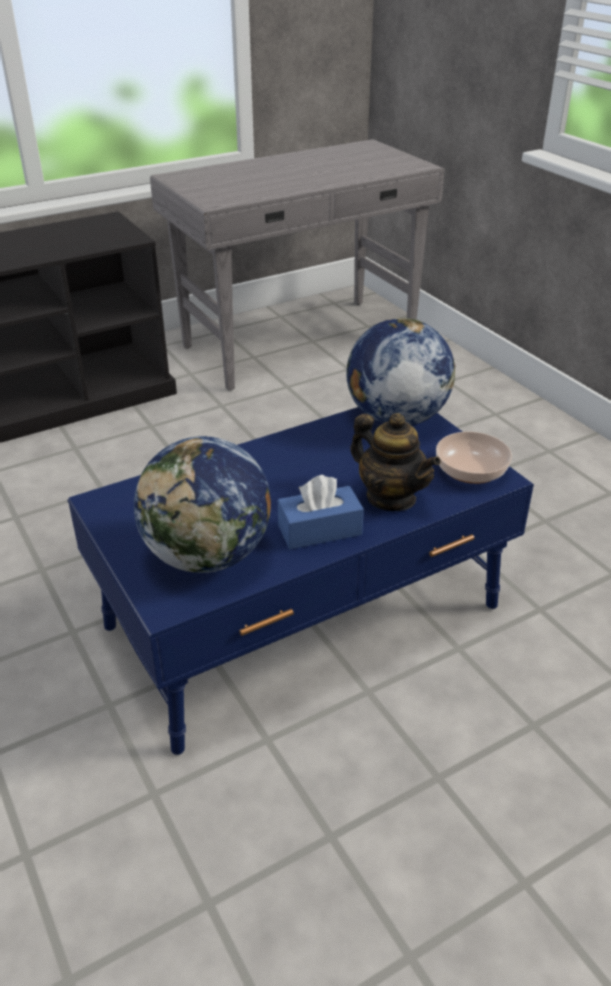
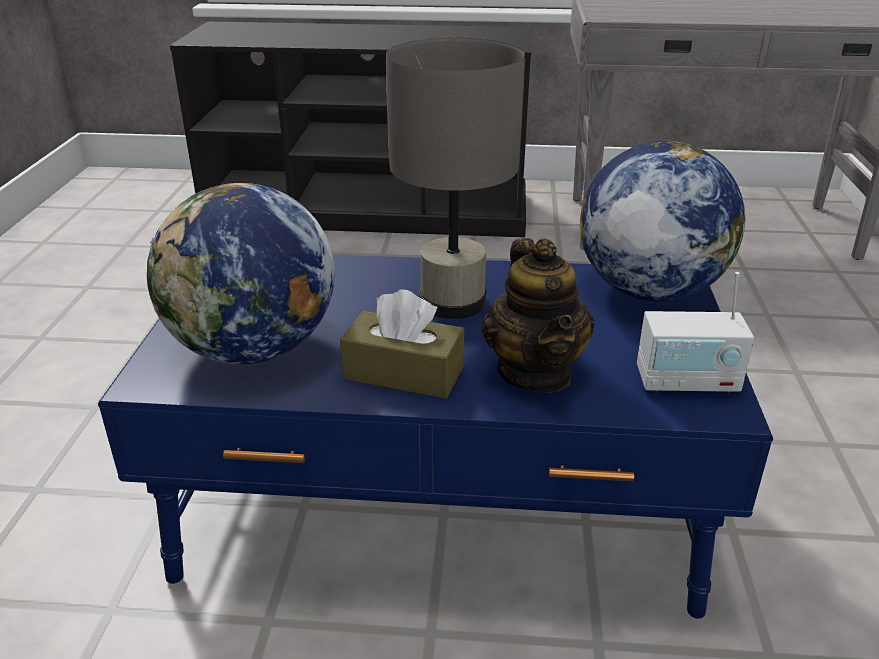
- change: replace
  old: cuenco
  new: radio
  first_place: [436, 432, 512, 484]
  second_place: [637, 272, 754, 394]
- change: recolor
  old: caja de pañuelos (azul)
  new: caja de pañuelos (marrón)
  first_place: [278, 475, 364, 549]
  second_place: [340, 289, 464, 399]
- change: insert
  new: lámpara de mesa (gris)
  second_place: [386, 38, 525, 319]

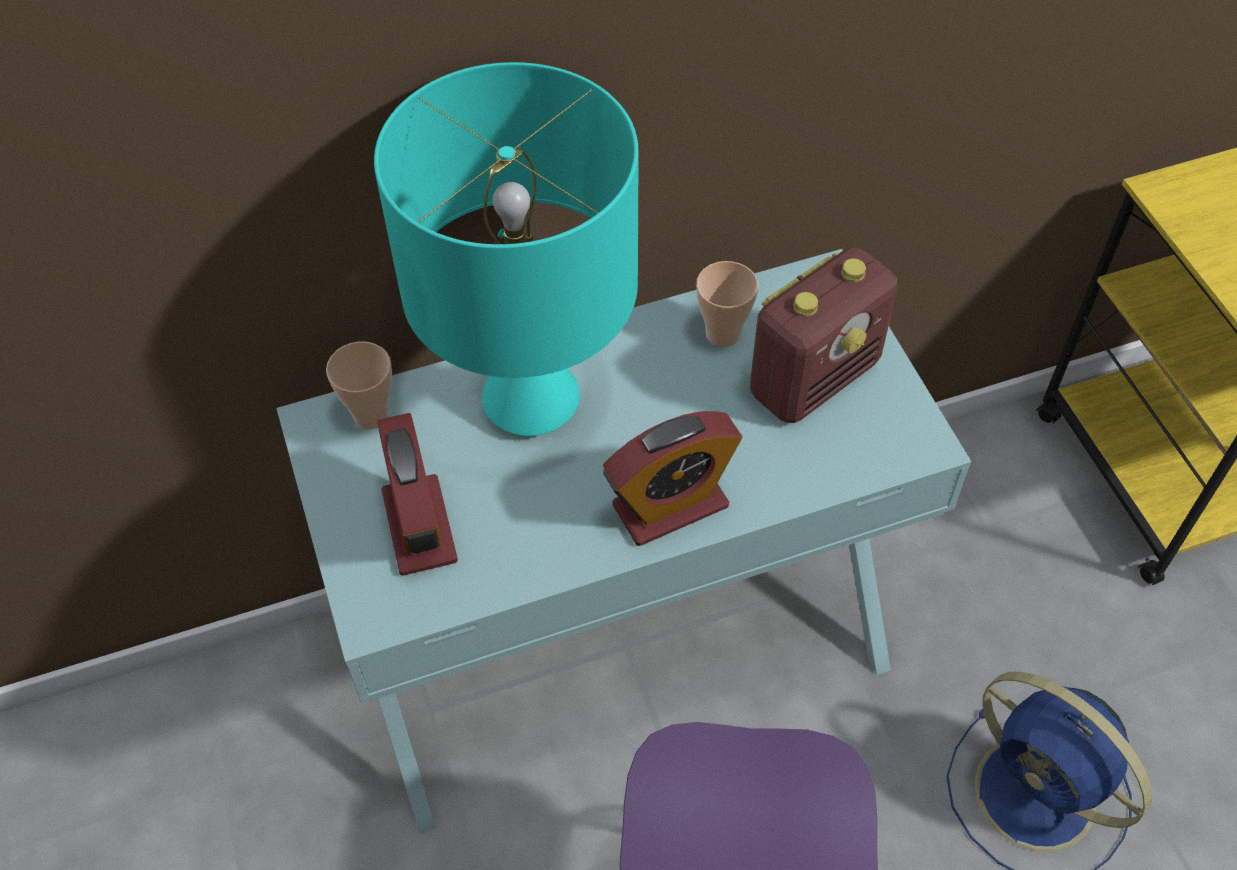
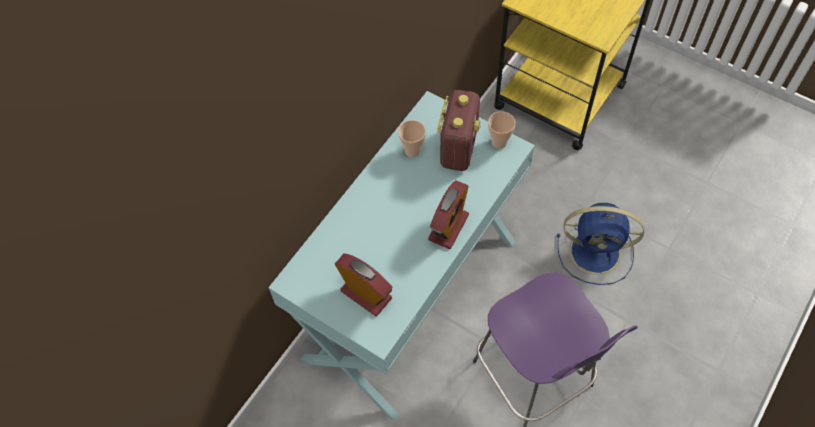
- change: delete
  old: lámpara de mesa (turquesa)
  first_place: [374, 62, 638, 436]
- change: move
  old: taza
  first_place: [326, 341, 392, 429]
  second_place: [488, 111, 516, 149]

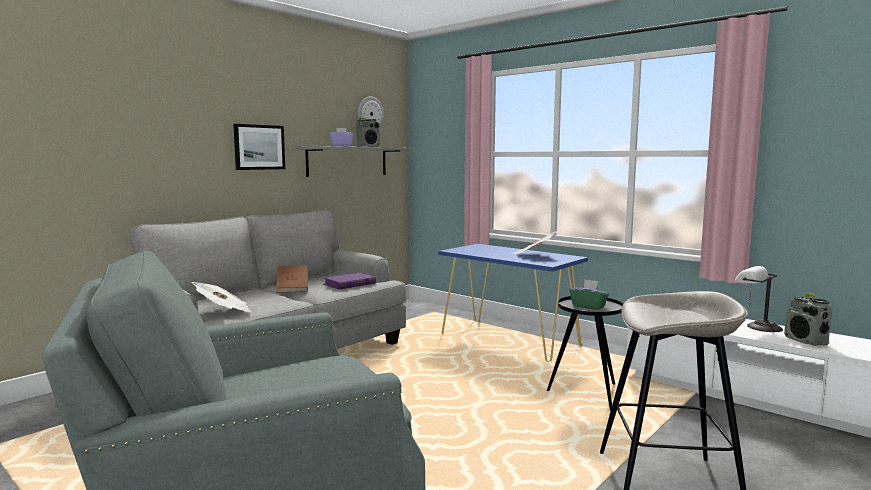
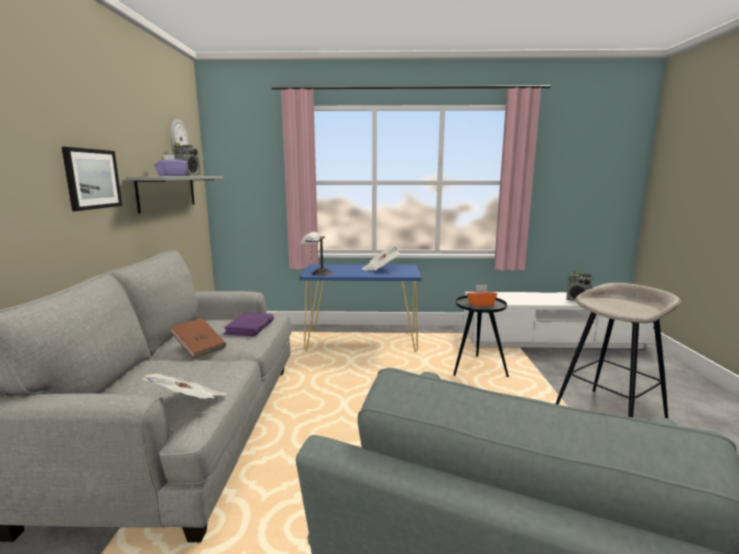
- change: move
  old: lámpara de mesa
  first_place: [735, 266, 783, 332]
  second_place: [300, 232, 333, 276]
- change: recolor
  old: caja de pañuelos (verde)
  new: caja de pañuelos (naranja)
  first_place: [570, 279, 609, 310]
  second_place: [467, 285, 497, 307]

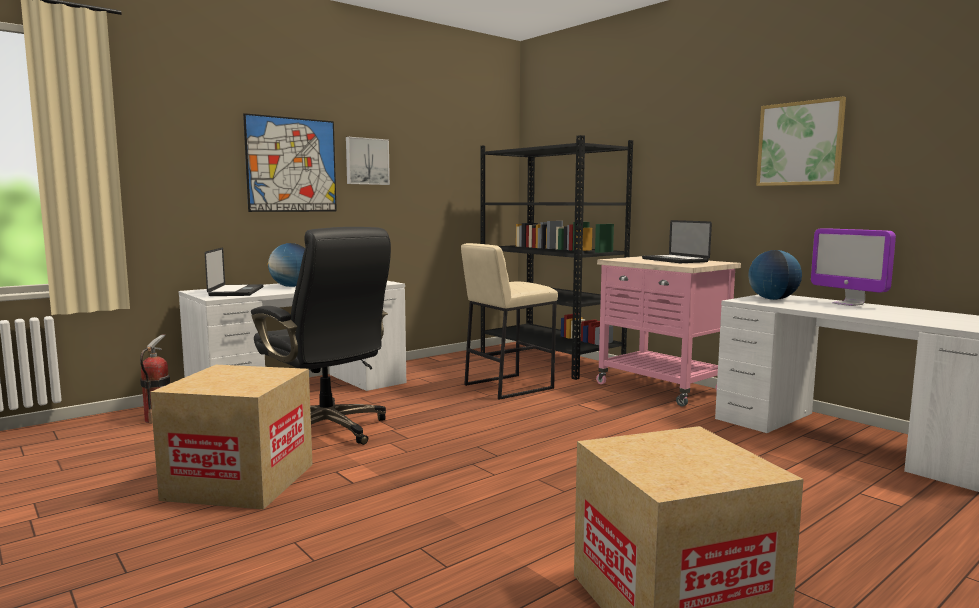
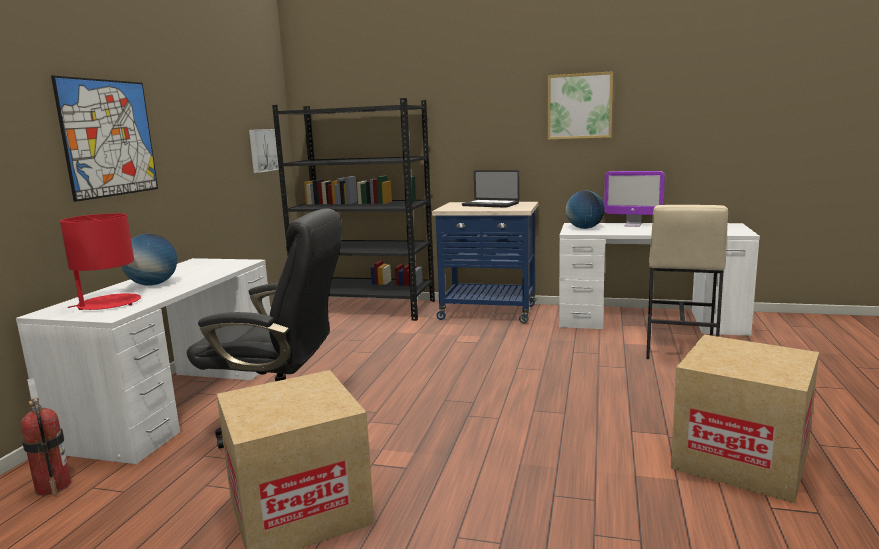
- change: move
  old: cuadro
  first_place: [346, 137, 390, 185]
  second_place: [249, 129, 279, 173]
- change: move
  old: taburete (beis)
  first_place: [461, 243, 558, 400]
  second_place: [646, 205, 728, 359]
- change: replace
  old: portátil
  new: lámpara de mesa (rojo)
  first_place: [205, 247, 263, 296]
  second_place: [60, 213, 141, 310]
- change: recolor
  old: carrito (rosa)
  new: carrito (azul)
  first_place: [596, 256, 741, 406]
  second_place: [432, 202, 538, 324]

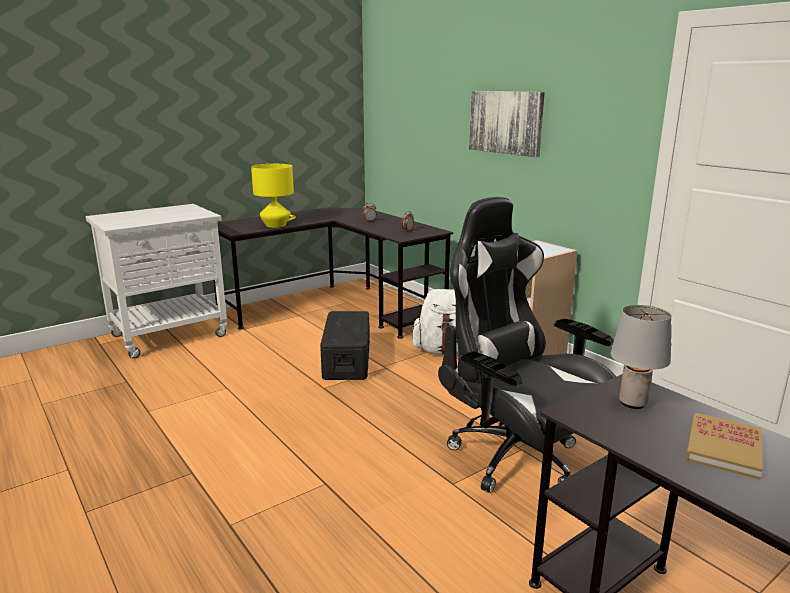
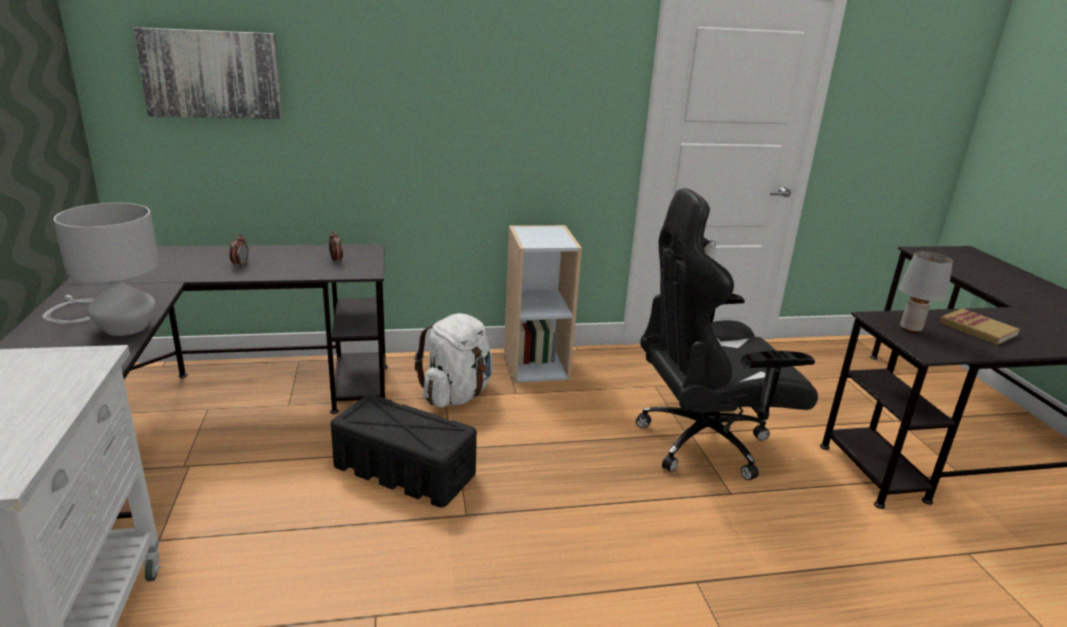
- change: move
  old: cuadro
  first_place: [469, 91, 545, 157]
  second_place: [133, 27, 282, 119]
- change: recolor
  old: lámpara de mesa (amarillo)
  new: lámpara de mesa (gris)
  first_place: [251, 164, 296, 228]
  second_place: [42, 203, 159, 336]

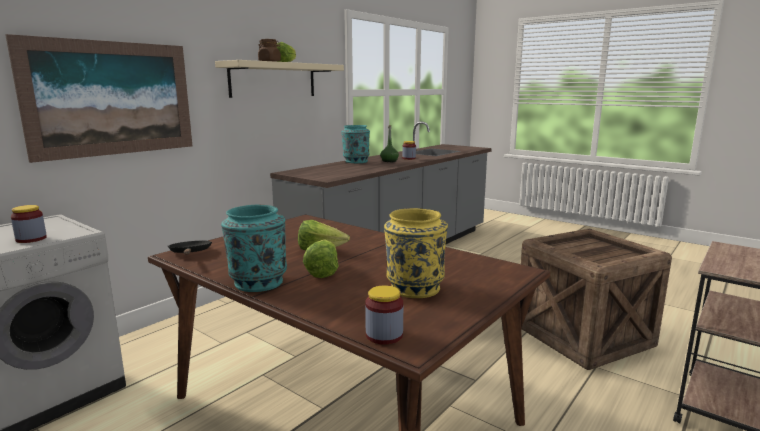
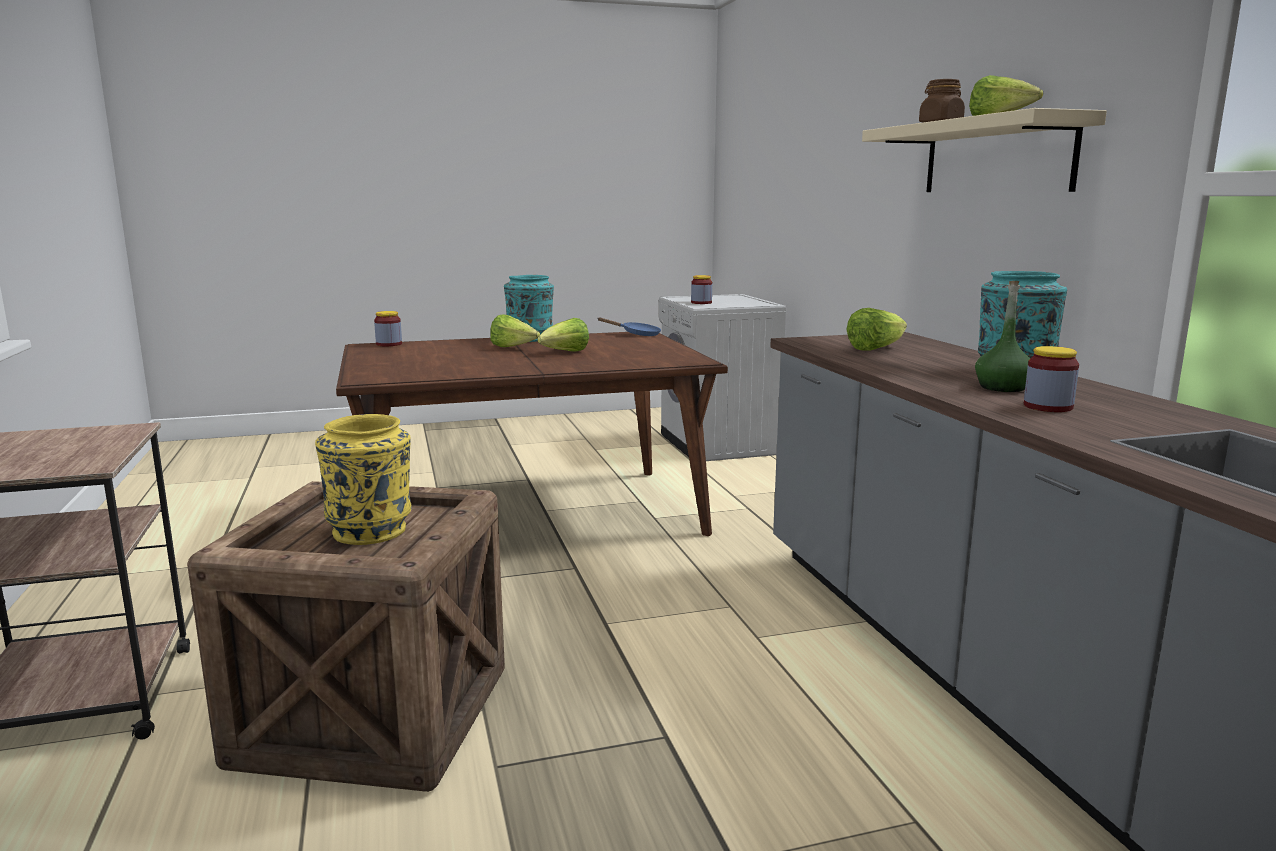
- change: delete
  old: cuadro
  first_place: [5, 34, 192, 163]
- change: move
  old: florero (amarillo)
  first_place: [384, 208, 448, 298]
  second_place: [315, 414, 412, 545]
- change: recolor
  old: sartén (negro)
  new: sartén (azul)
  first_place: [168, 241, 212, 255]
  second_place: [598, 317, 661, 336]
- change: insert
  new: lechuga
  second_place: [846, 308, 907, 351]

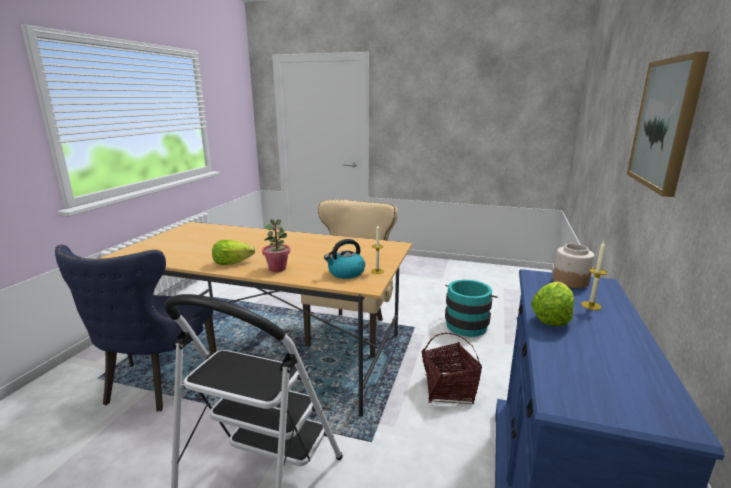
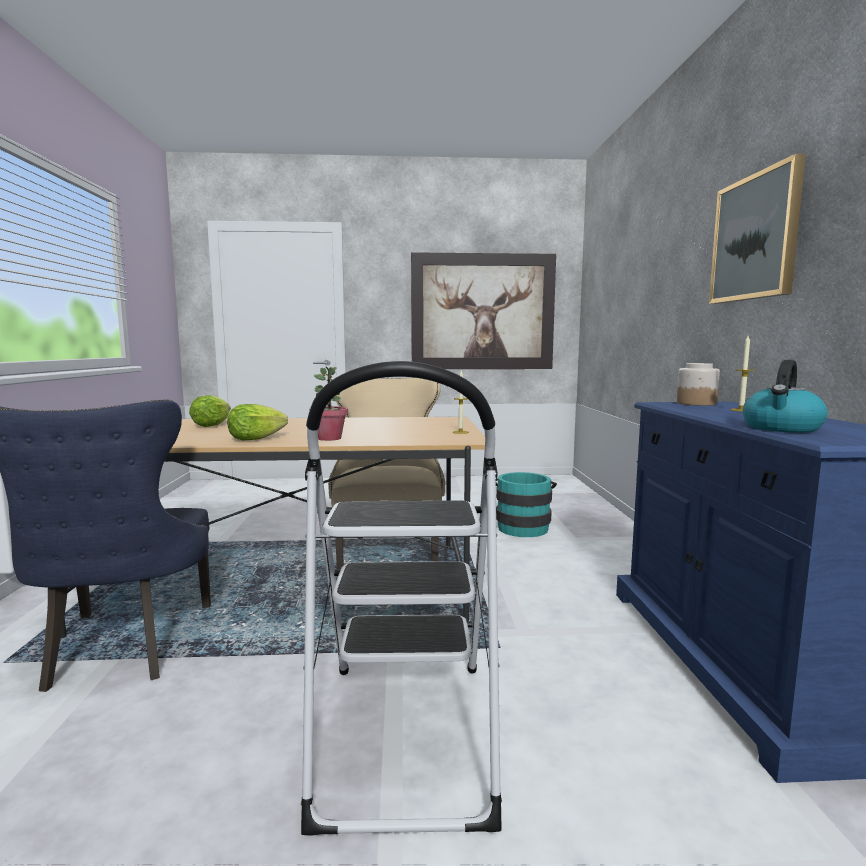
- change: move
  old: hervidor
  first_place: [324, 239, 365, 279]
  second_place: [743, 360, 828, 433]
- change: move
  old: lechuga
  first_place: [531, 282, 574, 326]
  second_place: [189, 395, 231, 427]
- change: delete
  old: cesta
  first_place: [422, 333, 482, 404]
- change: insert
  new: cuadro
  second_place: [411, 252, 556, 369]

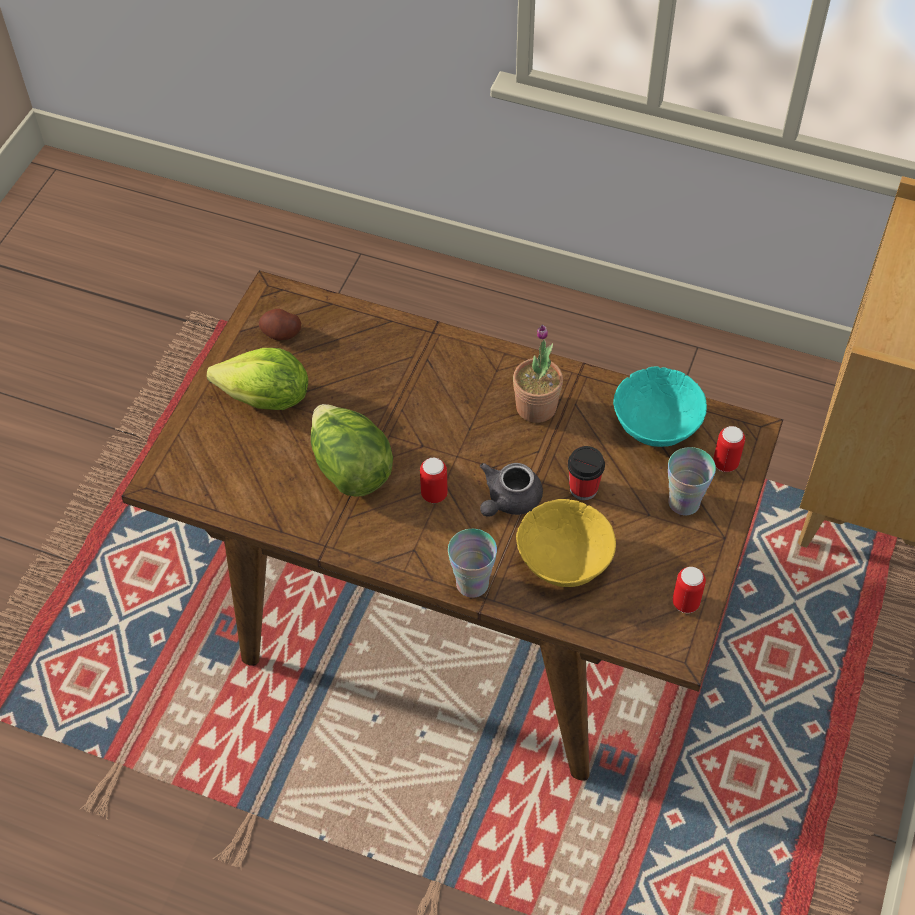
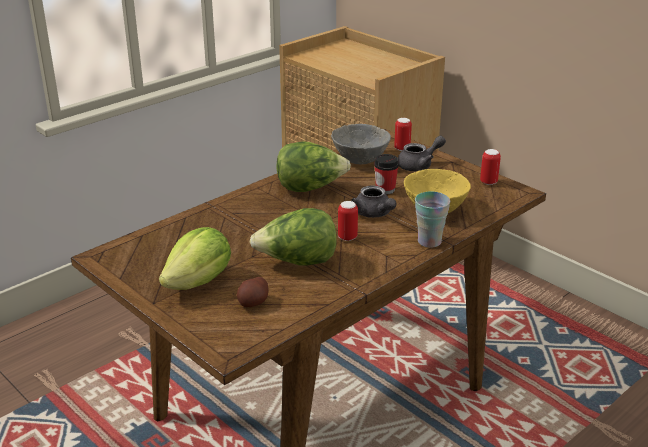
- change: move
  old: patata
  first_place: [259, 309, 301, 340]
  second_place: [237, 277, 269, 307]
- change: replace
  old: planta en maceta
  new: lechuga
  first_place: [513, 325, 563, 423]
  second_place: [276, 142, 351, 192]
- change: recolor
  old: cuenco (turquesa)
  new: cuenco (gris)
  first_place: [613, 367, 707, 447]
  second_place: [331, 124, 391, 164]
- change: replace
  old: taza
  new: tetera (gris)
  first_place: [668, 447, 716, 515]
  second_place: [398, 136, 446, 171]

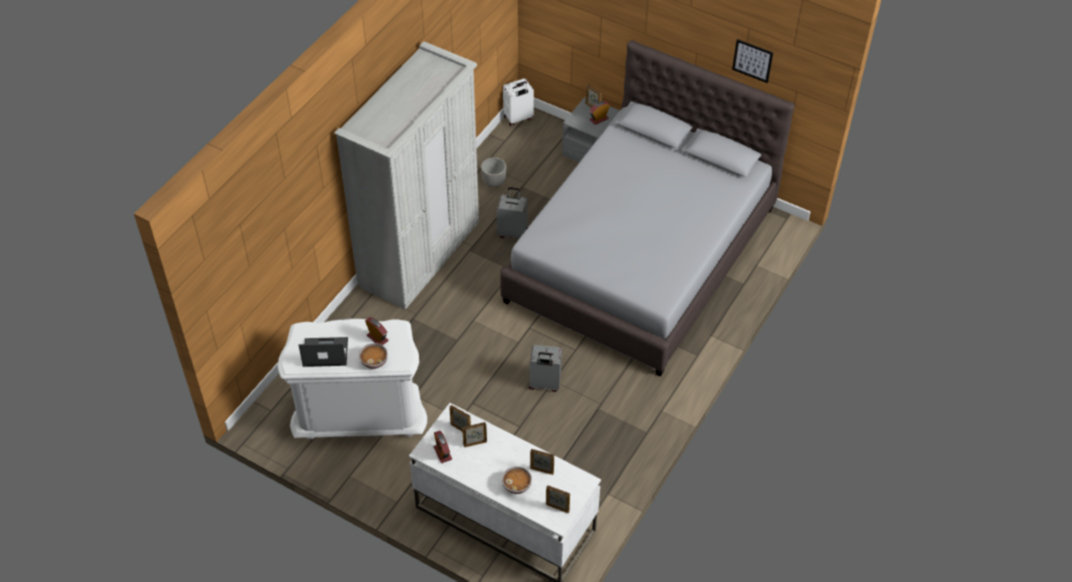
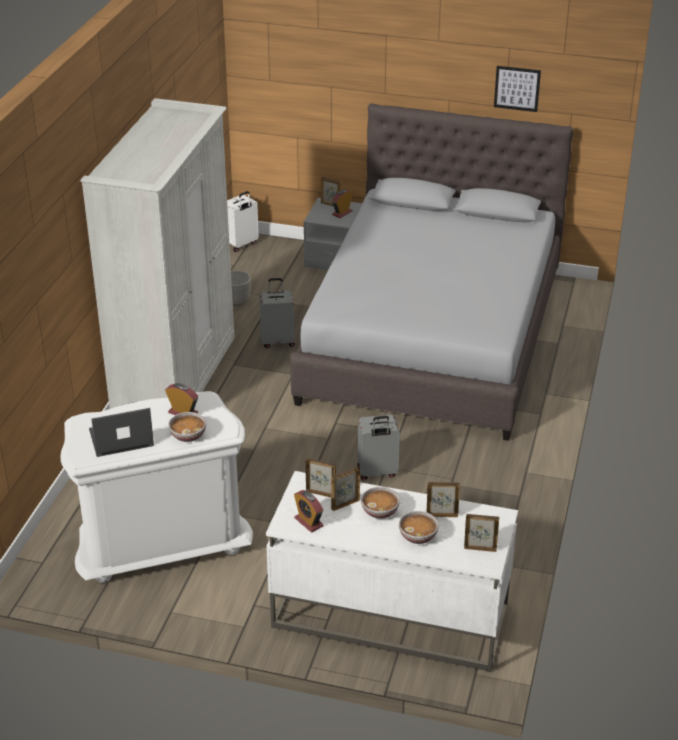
- change: insert
  new: cuenco
  second_place: [361, 487, 400, 519]

